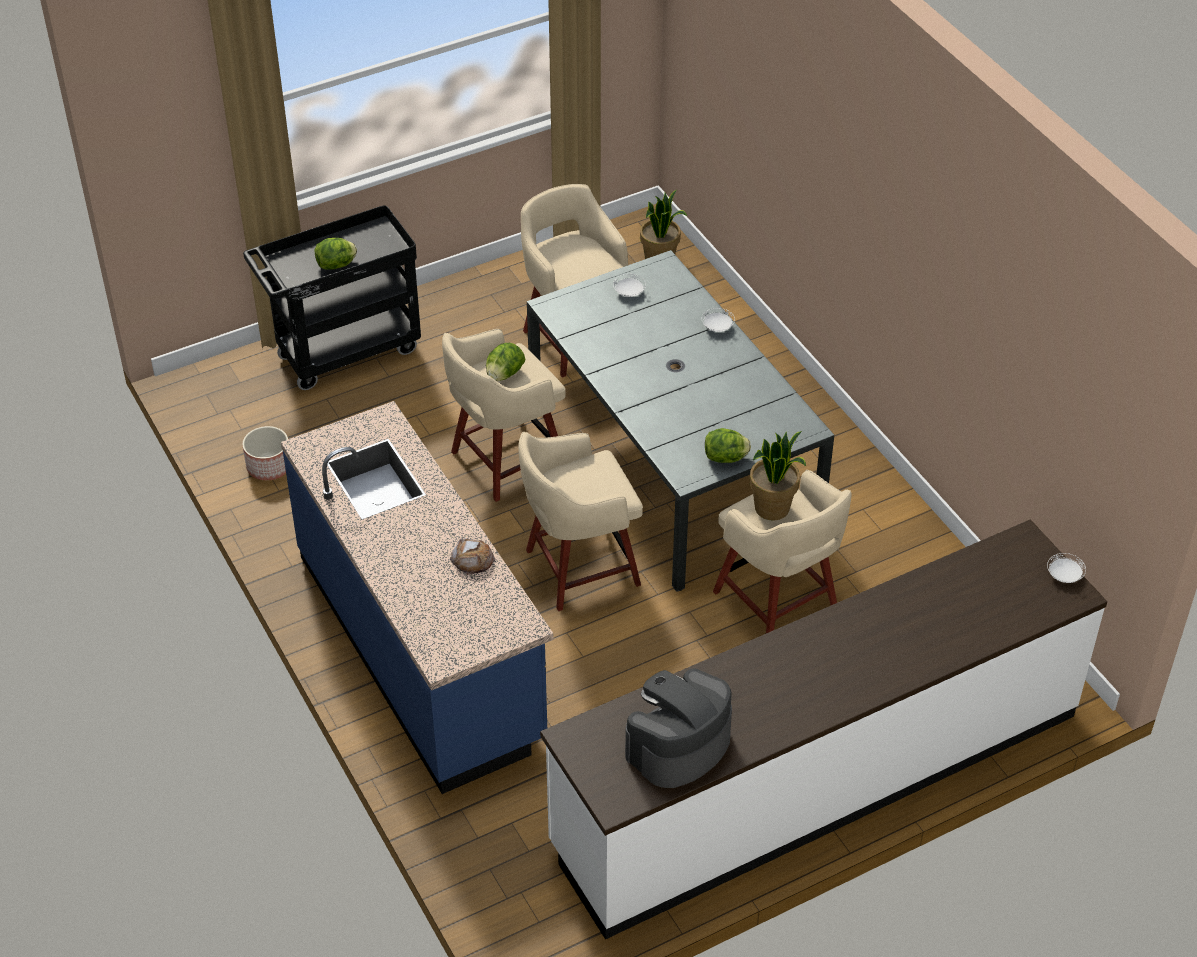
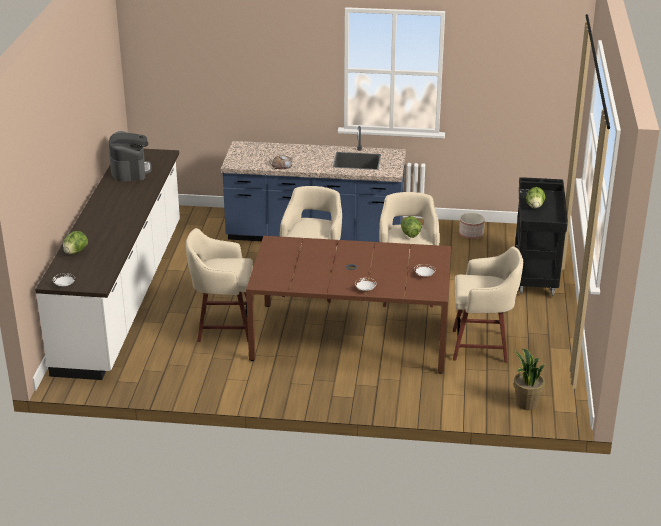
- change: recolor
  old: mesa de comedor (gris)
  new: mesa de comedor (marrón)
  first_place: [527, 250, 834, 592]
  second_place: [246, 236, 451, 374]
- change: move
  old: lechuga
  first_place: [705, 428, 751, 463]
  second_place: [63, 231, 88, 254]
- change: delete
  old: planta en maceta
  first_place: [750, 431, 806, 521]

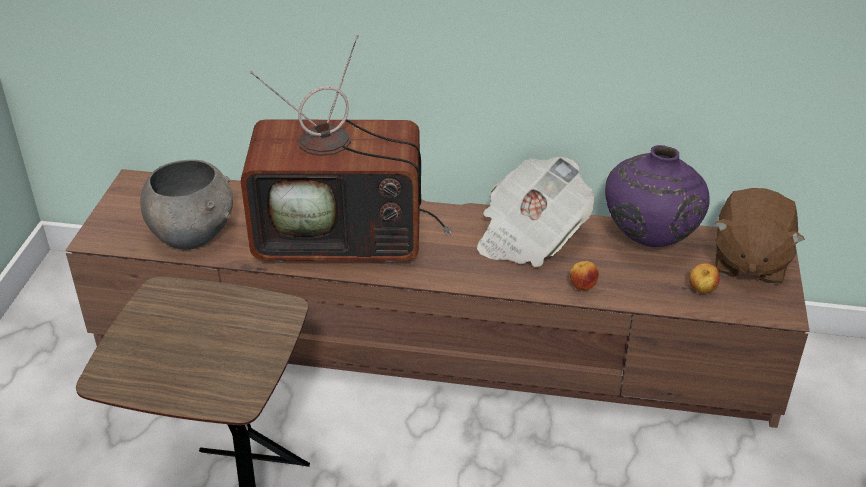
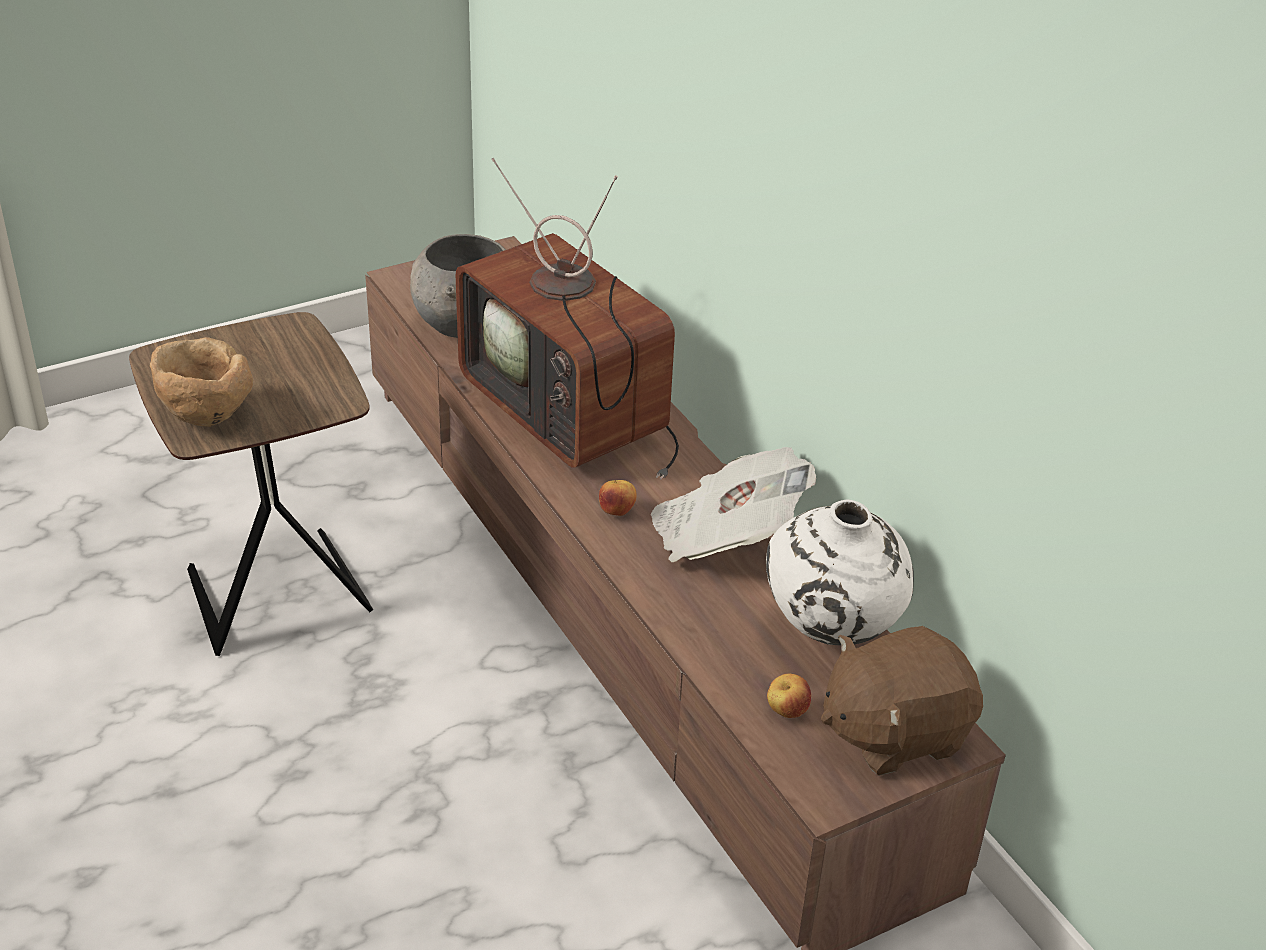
- change: recolor
  old: florero (morado)
  new: florero (blanco)
  first_place: [605, 145, 710, 247]
  second_place: [766, 500, 914, 646]
- change: move
  old: manzana
  first_place: [570, 261, 599, 290]
  second_place: [599, 480, 637, 516]
- change: insert
  new: cuenco (marrón)
  second_place: [150, 337, 253, 427]

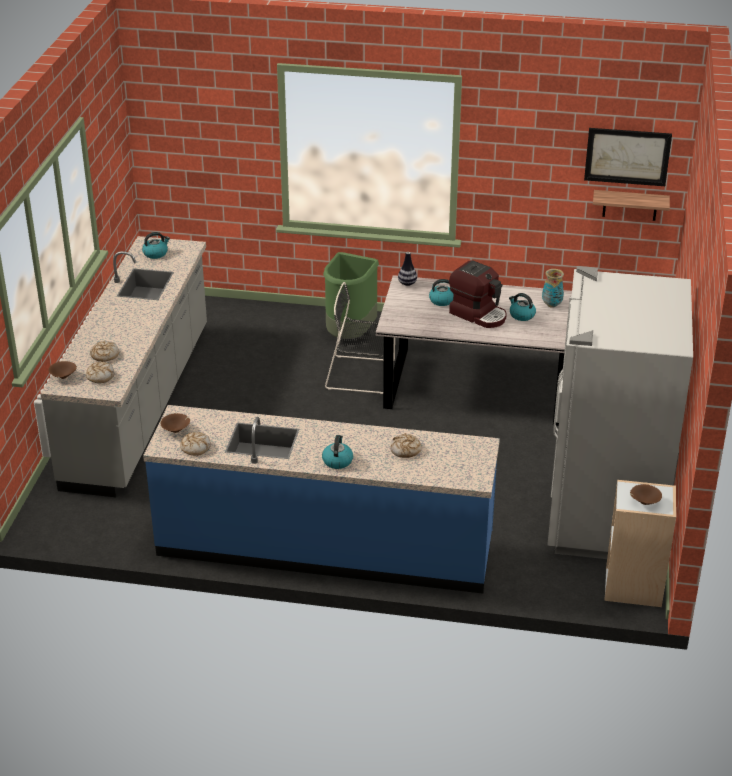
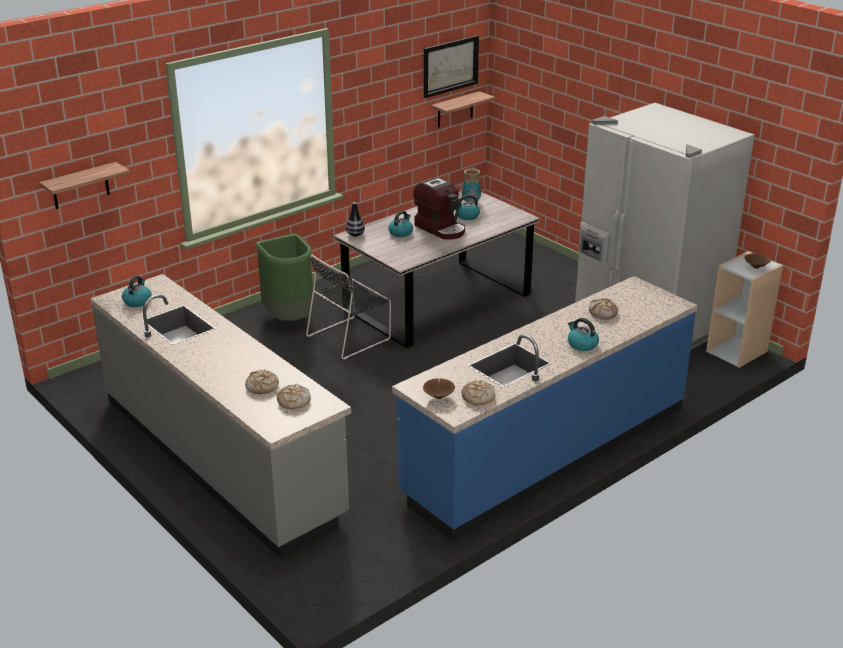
- change: rotate
  old: cafetera
  first_place: [449, 260, 506, 328]
  second_place: [413, 177, 465, 240]
  degrees: 60
- change: delete
  old: cuenco (marrón)
  first_place: [49, 361, 77, 379]
- change: insert
  new: estante
  second_place: [39, 162, 130, 209]

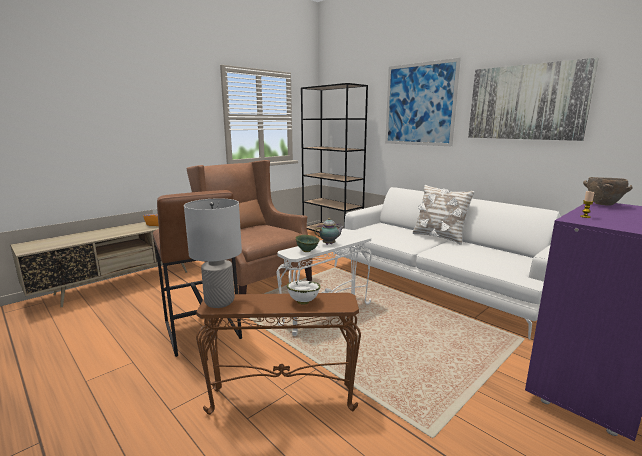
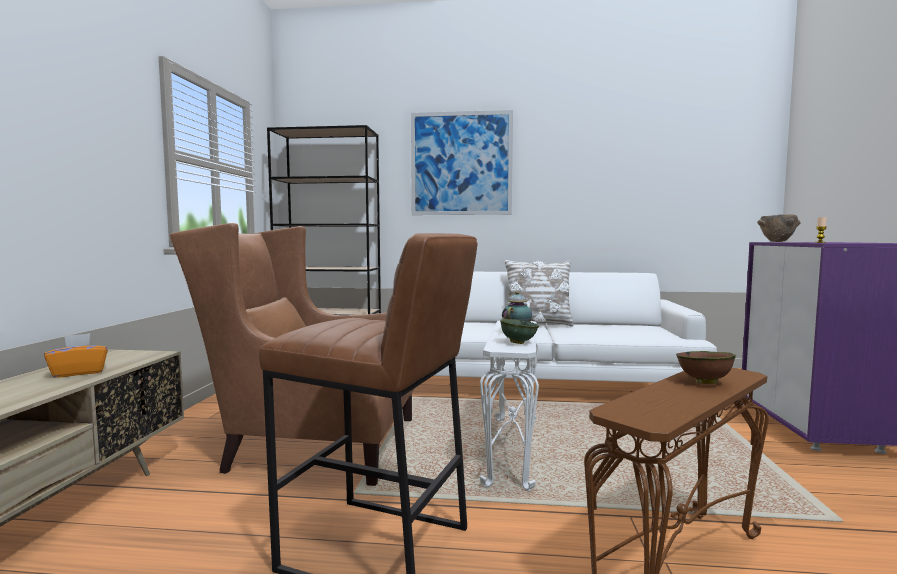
- change: delete
  old: cuadro
  first_place: [468, 58, 599, 141]
- change: delete
  old: lámpara de mesa (gris)
  first_place: [184, 198, 242, 308]
- change: recolor
  old: cuenco (blanco)
  new: cuenco (marrón)
  first_place: [287, 281, 321, 304]
  second_place: [676, 351, 736, 384]

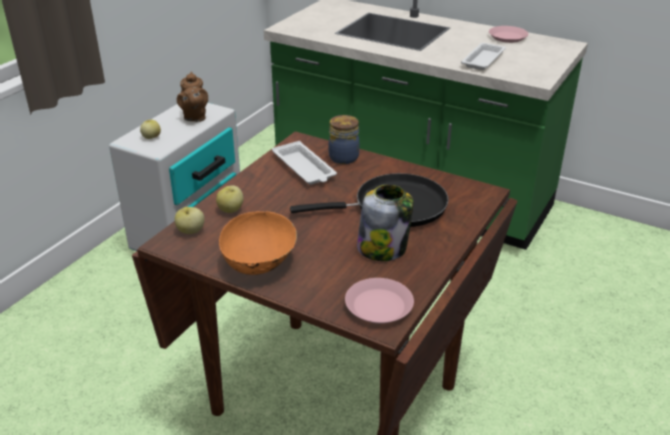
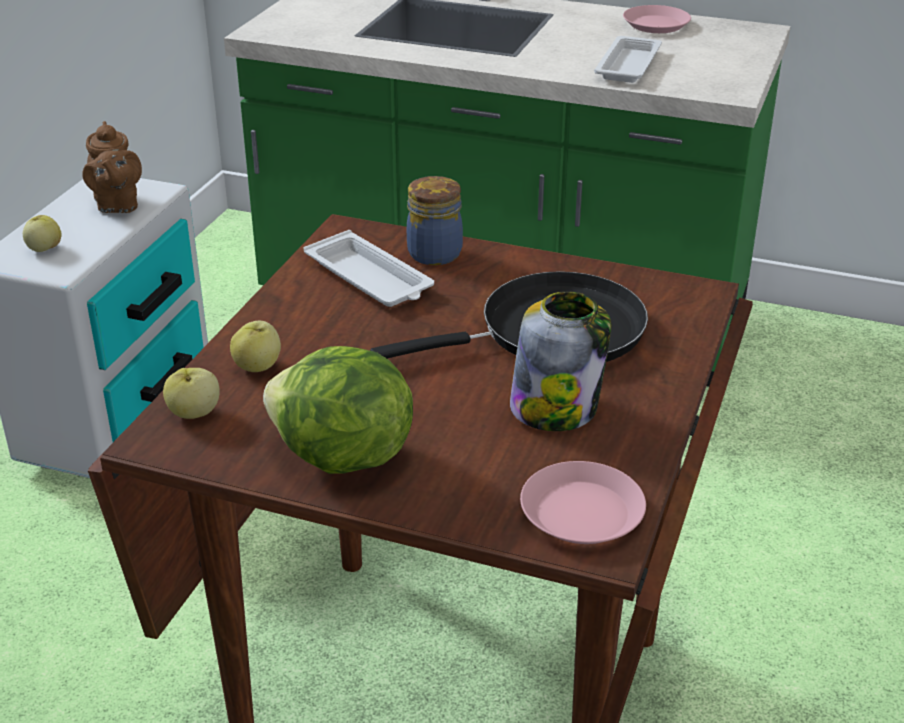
- change: replace
  old: cuenco (naranja)
  new: lechuga
  first_place: [219, 210, 297, 275]
  second_place: [263, 346, 413, 474]

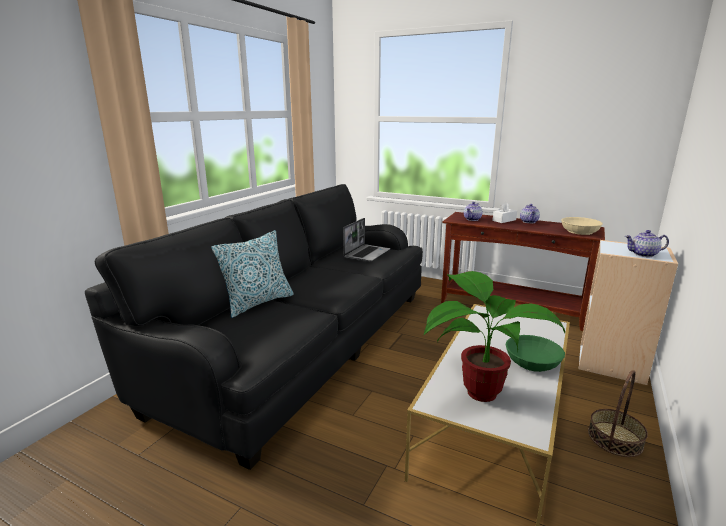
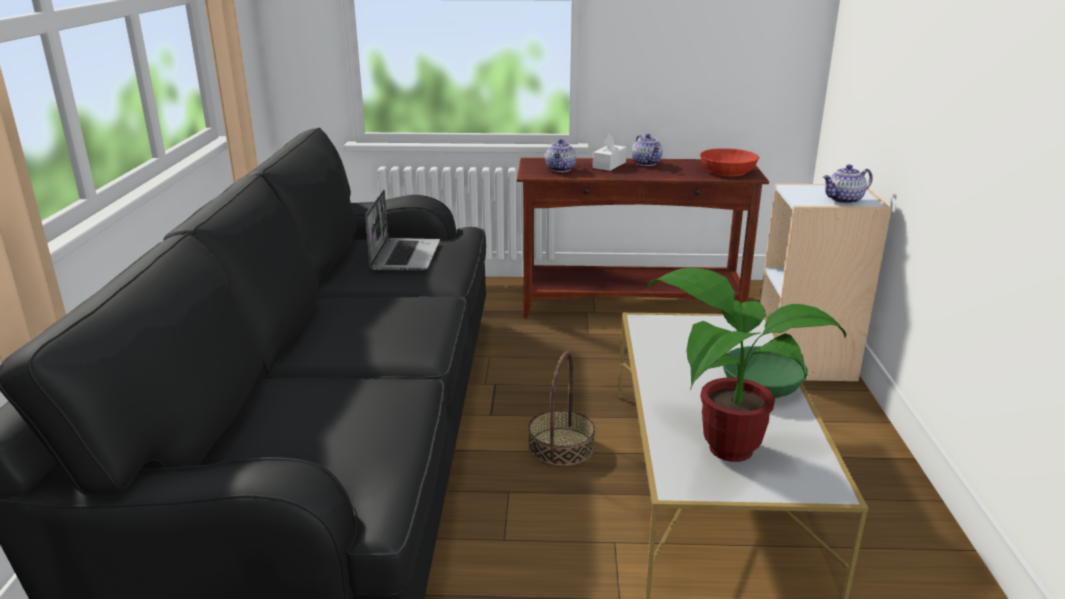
- change: recolor
  old: cuenco (beis)
  new: cuenco (rojo)
  first_place: [561, 217, 603, 235]
  second_place: [700, 148, 759, 177]
- change: delete
  old: cojín
  first_place: [211, 230, 294, 318]
- change: move
  old: cesta
  first_place: [588, 370, 648, 457]
  second_place: [528, 351, 595, 467]

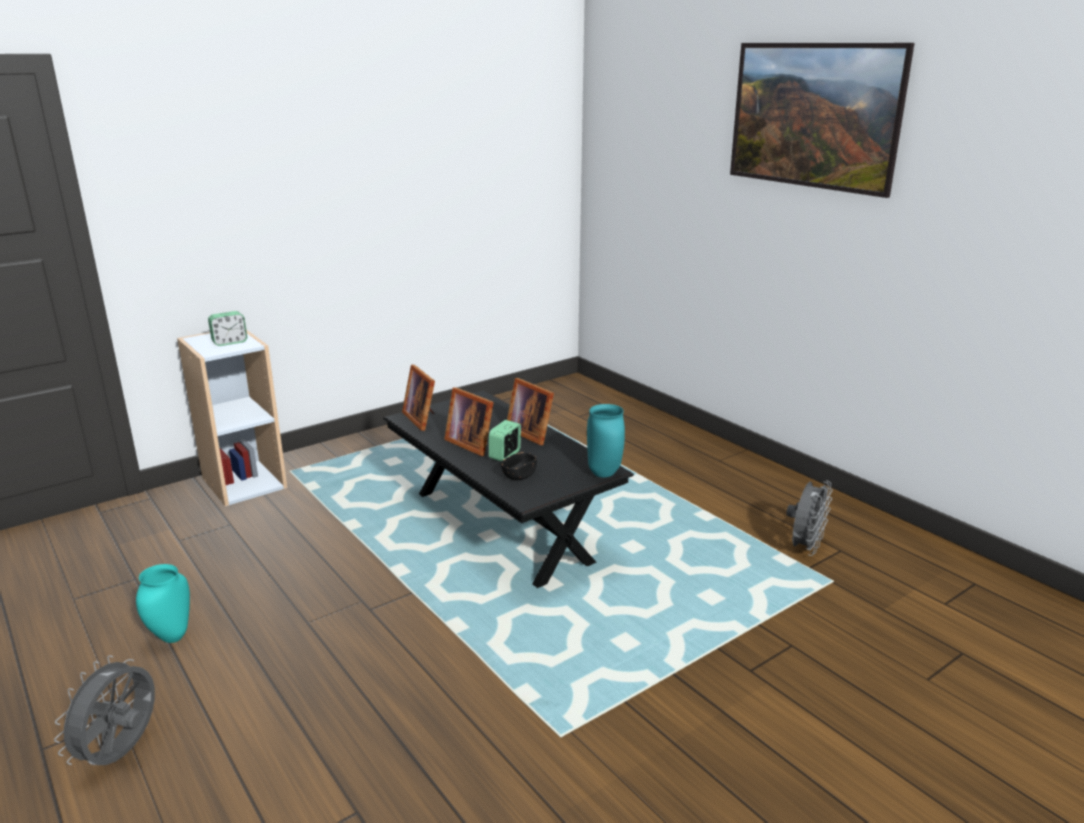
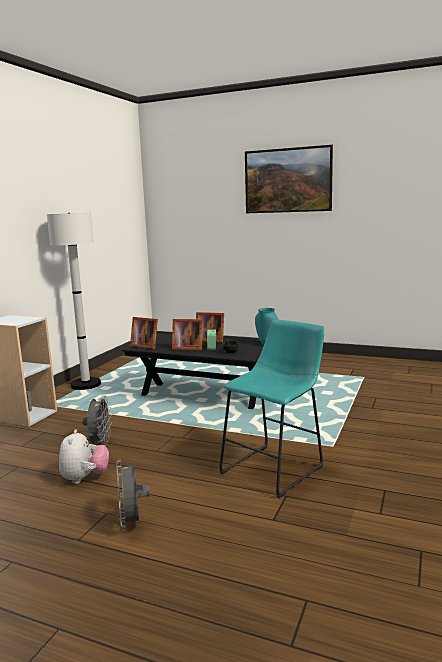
- change: delete
  old: despertador
  first_place: [208, 311, 247, 346]
- change: move
  old: ventilador (gris)
  first_place: [786, 480, 833, 556]
  second_place: [83, 396, 112, 446]
- change: replace
  old: florero (turquesa)
  new: peluche
  first_place: [136, 564, 190, 643]
  second_place: [59, 430, 109, 484]
- change: insert
  new: lámpara de pie (blanco)
  second_place: [47, 213, 101, 390]
- change: insert
  new: taburete (turquesa)
  second_place: [220, 319, 324, 498]

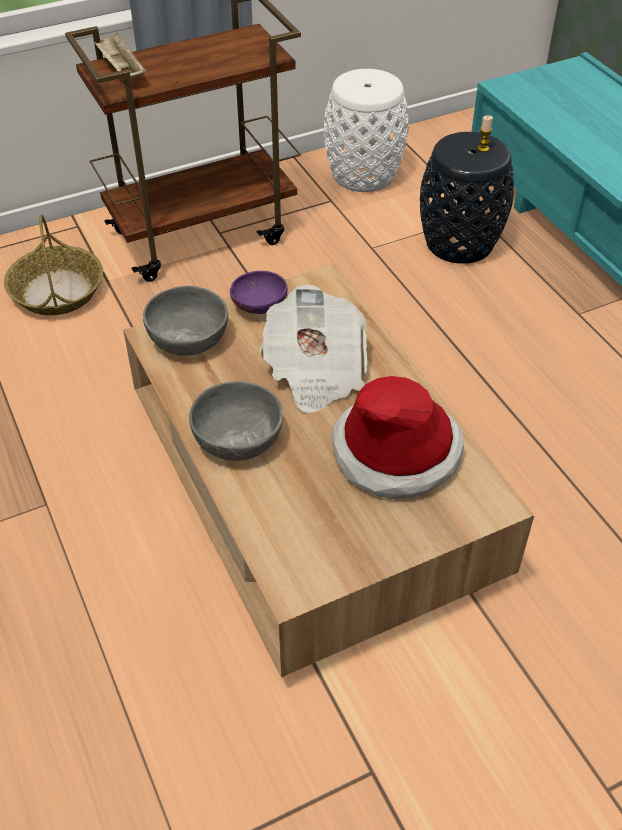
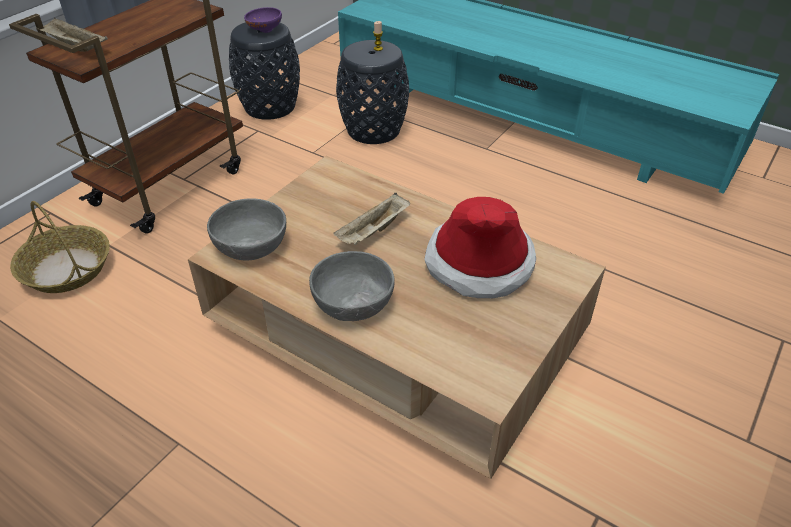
- change: recolor
  old: taburete (blanco)
  new: taburete (negro)
  first_place: [324, 69, 409, 192]
  second_place: [229, 22, 300, 120]
- change: move
  old: cuenco (morado)
  first_place: [230, 271, 287, 314]
  second_place: [244, 7, 282, 33]
- change: replace
  old: periódico
  new: bandeja (beis)
  first_place: [260, 285, 367, 413]
  second_place: [333, 193, 410, 245]

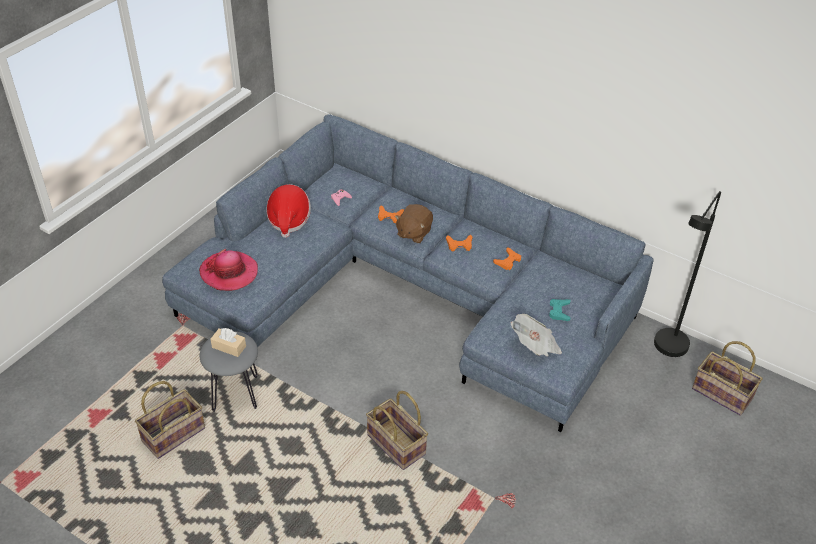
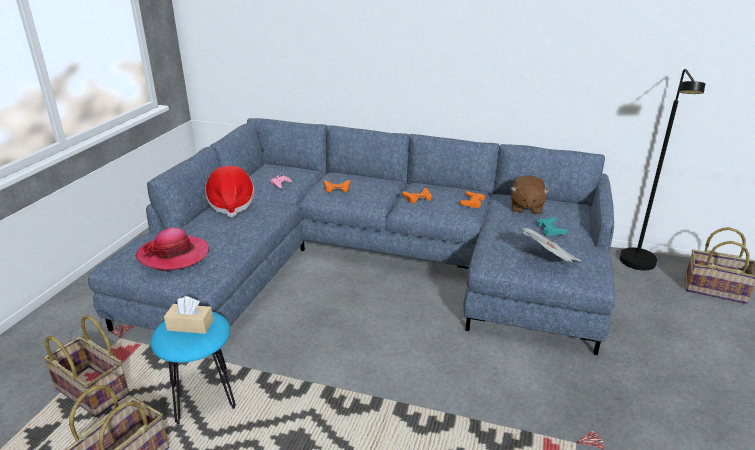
- change: move
  old: peluche (marrón)
  first_place: [395, 204, 433, 243]
  second_place: [511, 175, 549, 214]
- change: recolor
  old: taburete (gris)
  new: taburete (turquesa)
  first_place: [200, 331, 258, 412]
  second_place: [150, 311, 236, 424]
- change: move
  old: cesta
  first_place: [366, 391, 428, 470]
  second_place: [43, 315, 129, 417]

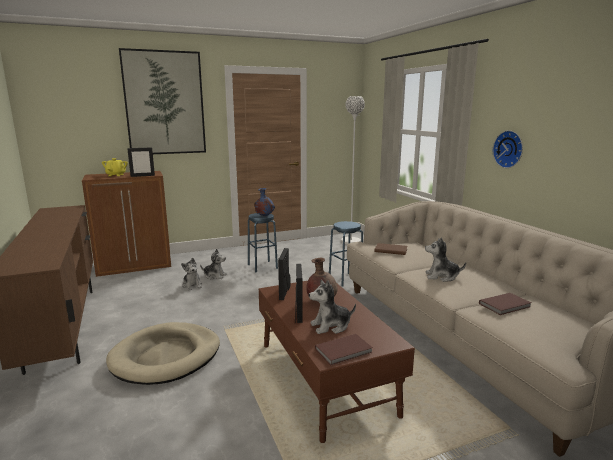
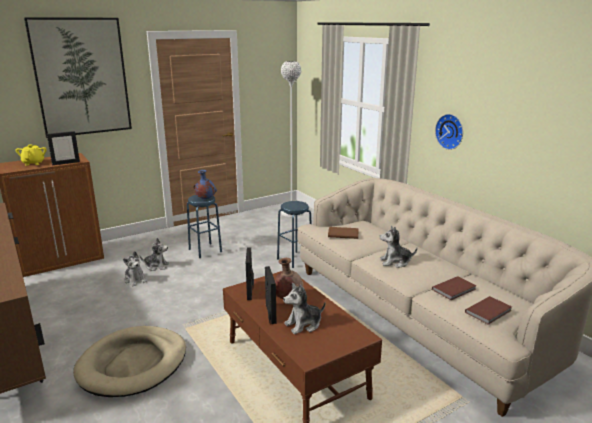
- change: move
  old: libro (marrón)
  first_place: [315, 334, 373, 365]
  second_place: [465, 296, 512, 325]

